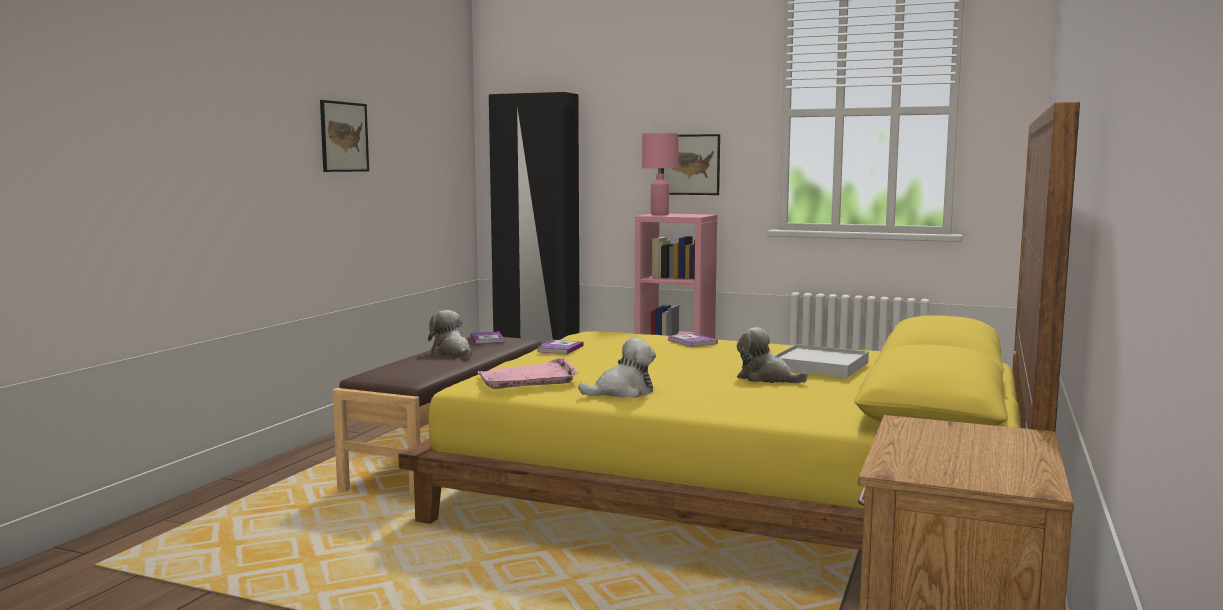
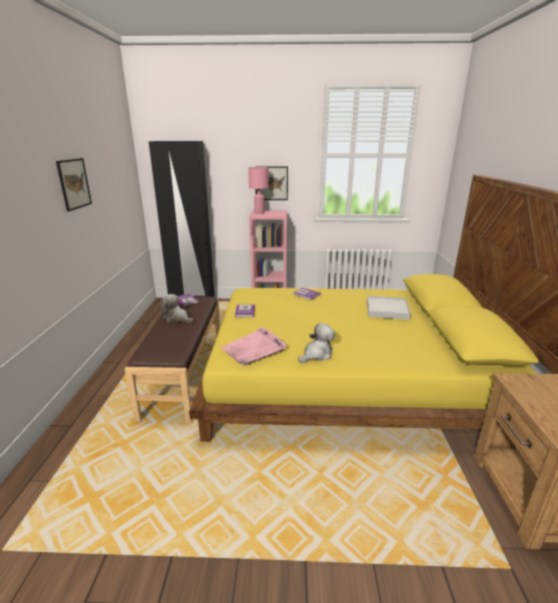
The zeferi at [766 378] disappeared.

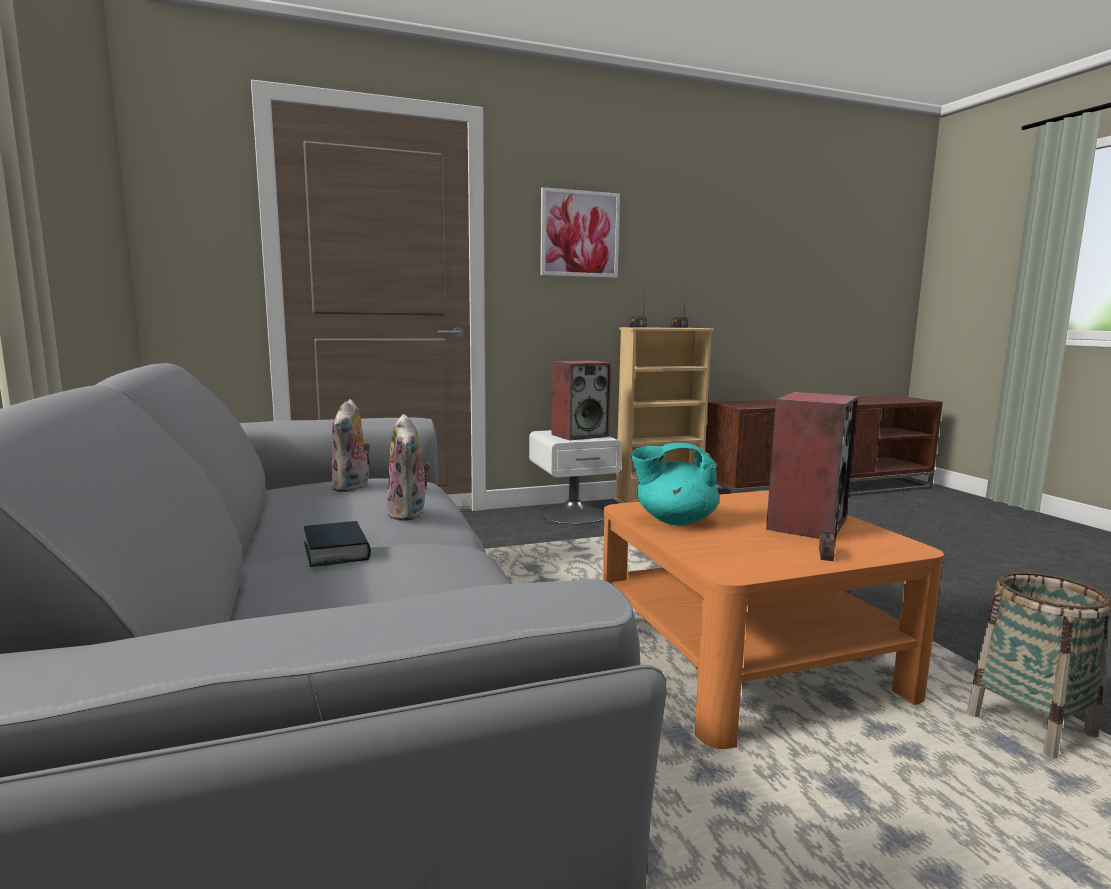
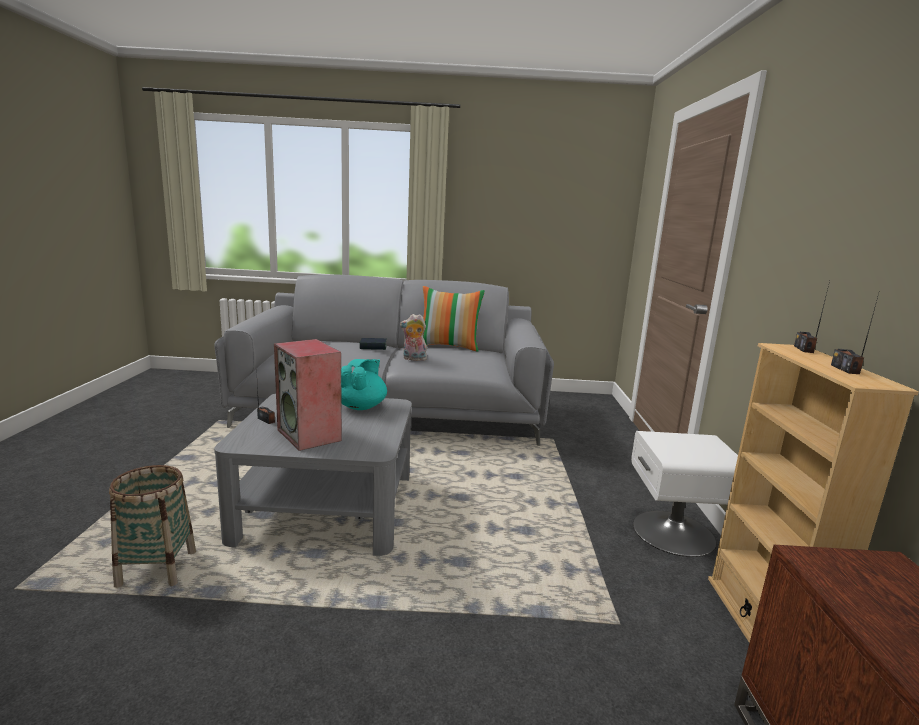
The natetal at [579 234] disappeared.
The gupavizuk at [580 435] disappeared.
The zeferi at [352 487] disappeared.
The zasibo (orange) at [745 660] became the zasibo (grey) at [327 506].
The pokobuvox at [449 346] appeared.

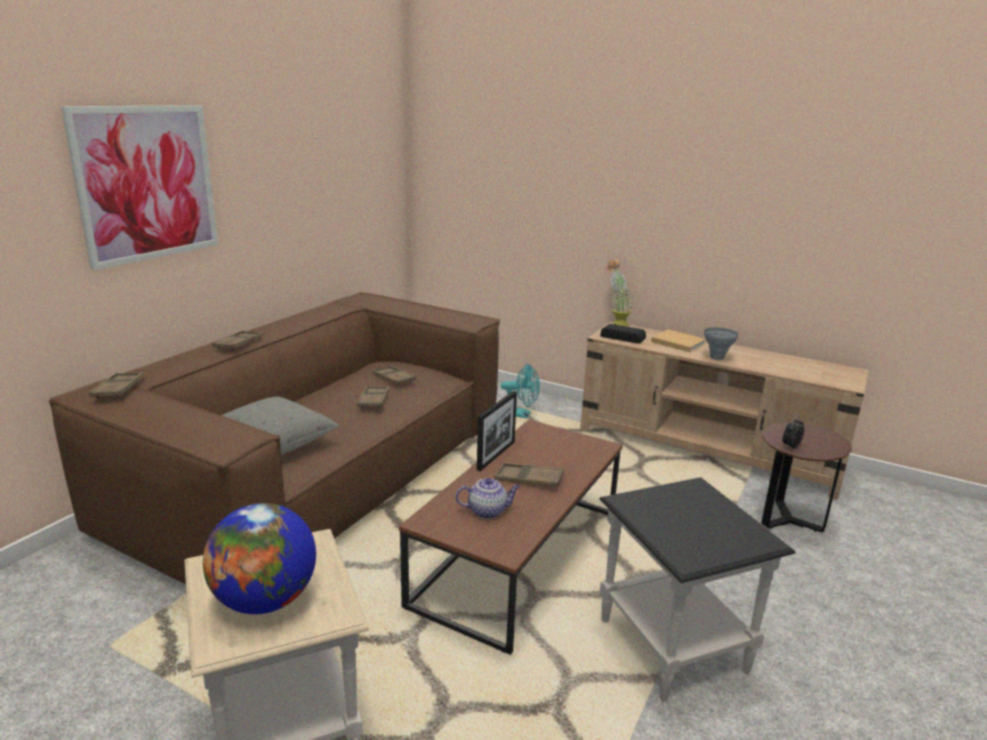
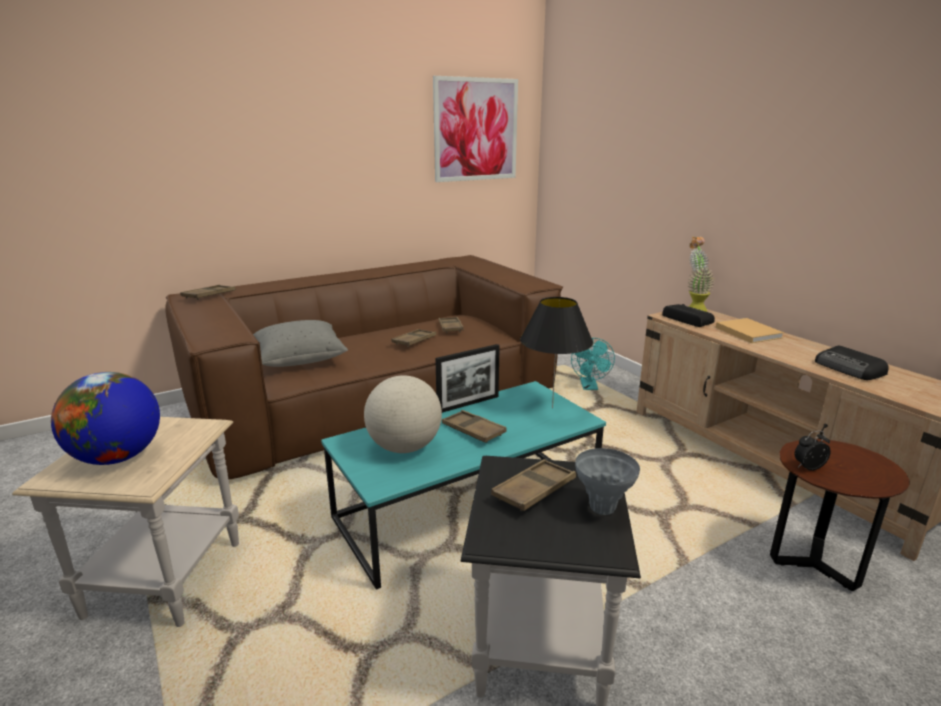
The natetal moved from [147 183] to [476 130].
The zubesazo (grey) moved from [717 358] to [602 508].
The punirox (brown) moved from [239 344] to [534 490].
The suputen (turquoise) at [521 415] turned 45 degrees clockwise.
The zasibo (brown) at [519 558] became the zasibo (turquoise) at [467 509].
The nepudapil at [488 511] was replaced by the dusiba at [405 447].
The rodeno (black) at [552 408] appeared.
The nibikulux at [849 369] appeared.

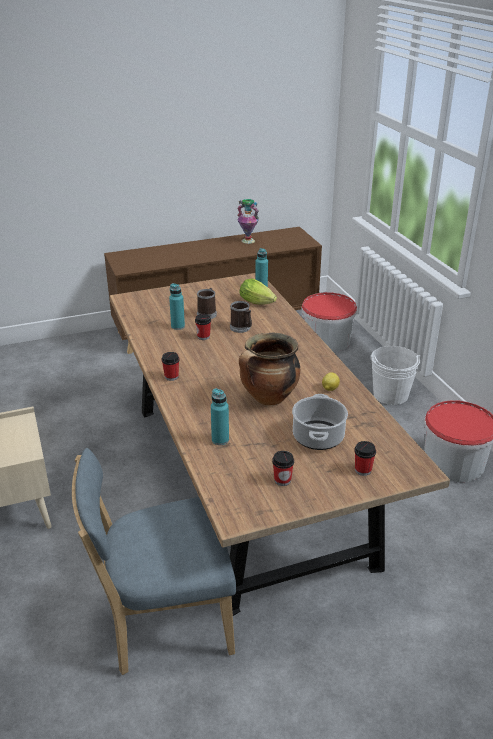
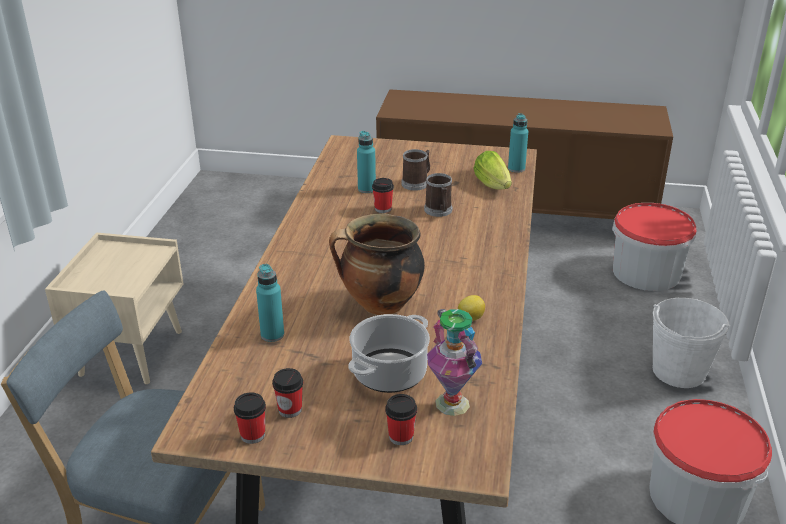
The zubesazo moved from [248 241] to [453 403].
The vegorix moved from [171 377] to [253 435].

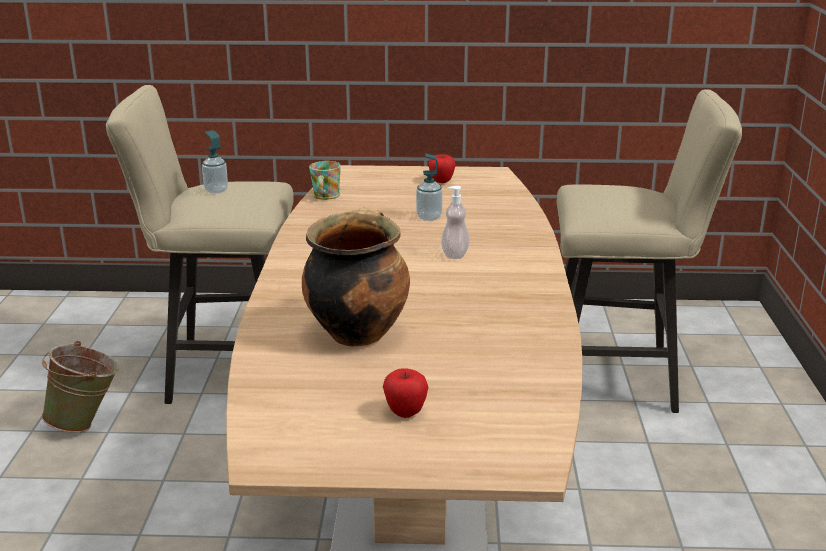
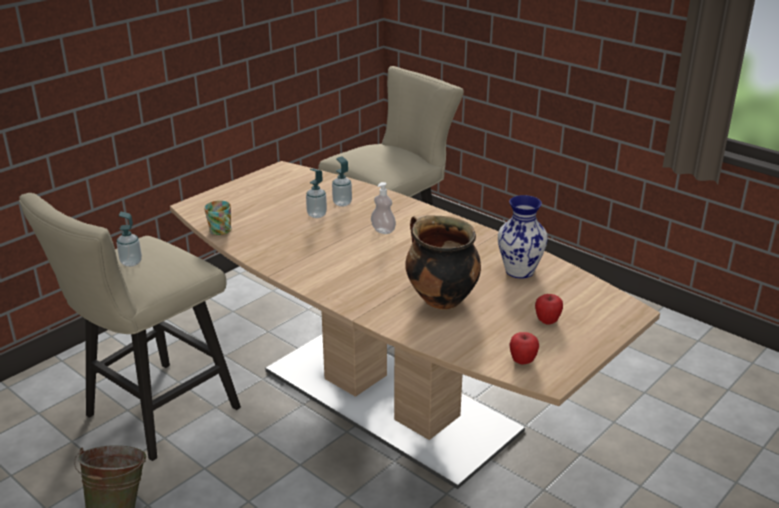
The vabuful moved from [441 182] to [522 361].
The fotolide at [342 203] appeared.
The zubesazo at [519 271] appeared.

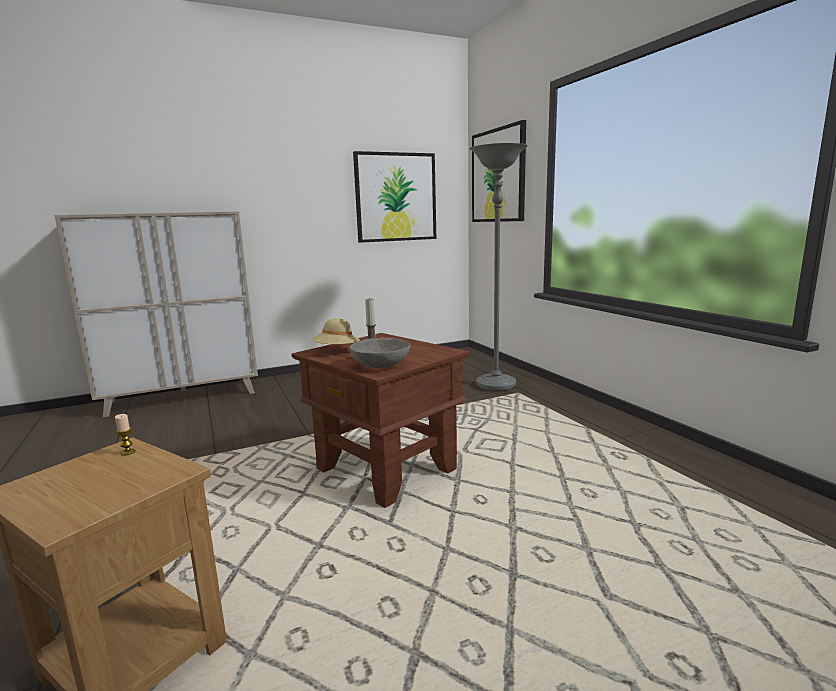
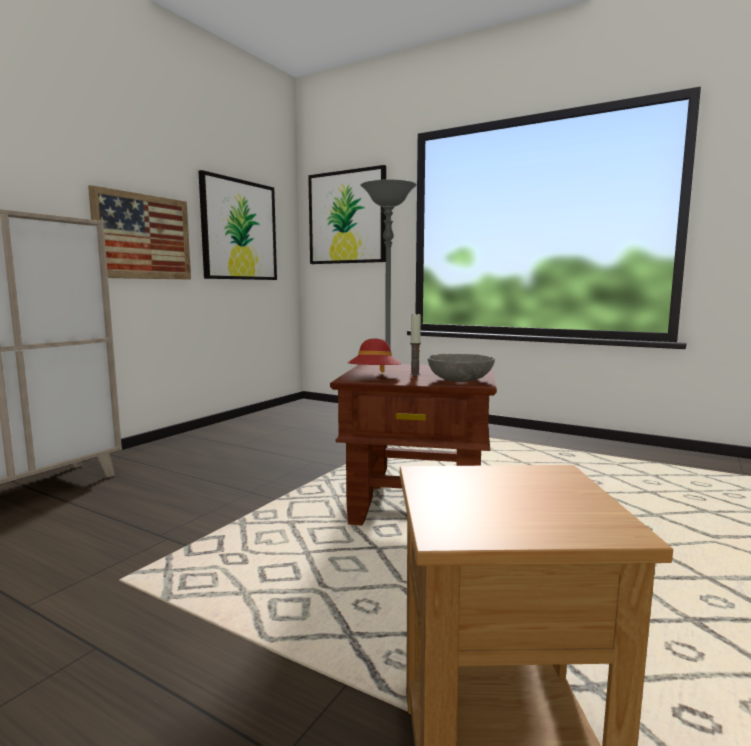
The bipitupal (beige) at [336 351] became the bipitupal (red) at [374 377].
The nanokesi at [128 452] disappeared.
The natetal at [143 237] appeared.

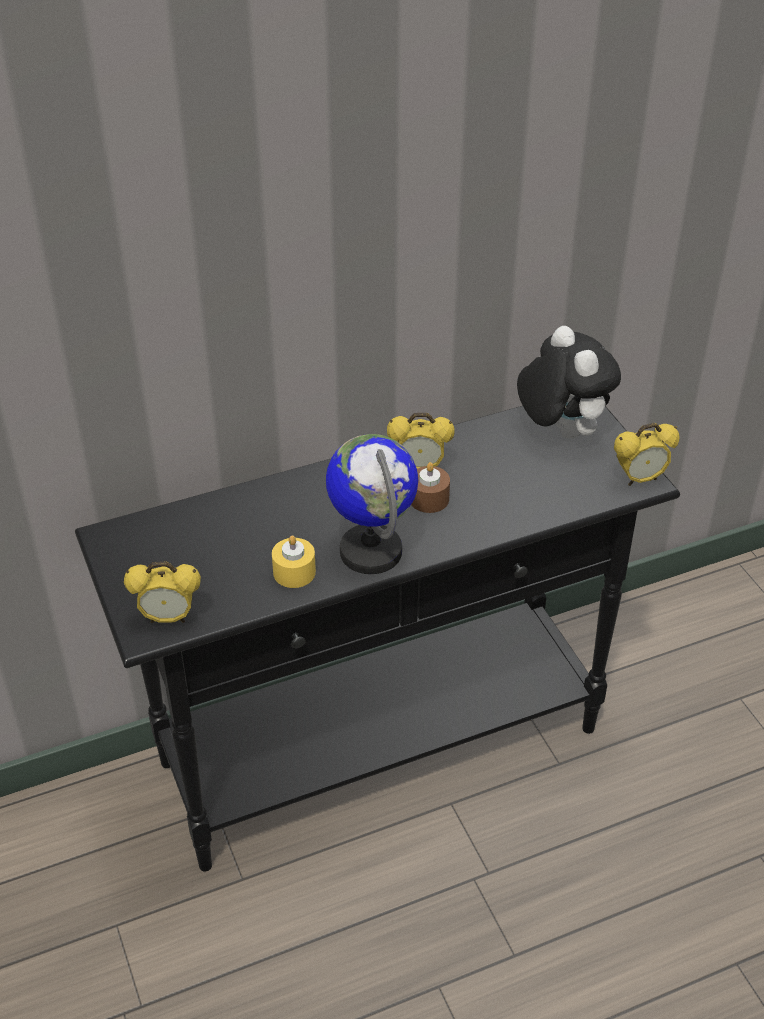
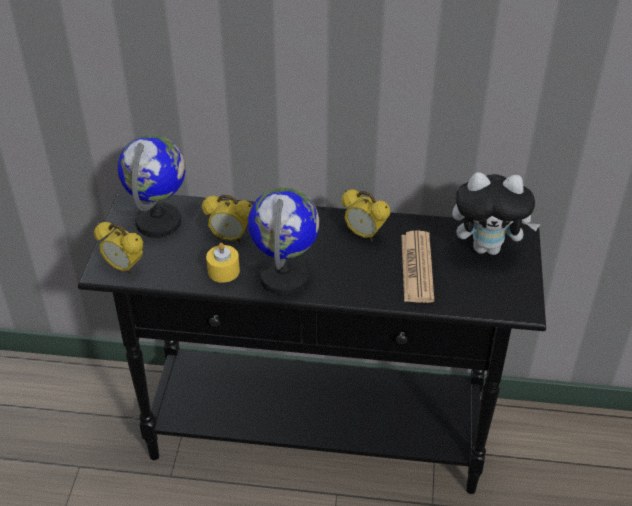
The zeferi at [560 431] turned 90 degrees clockwise.
The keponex moved from [640 479] to [230 238].
The nanokesi (brown) at [429 499] disappeared.
The dusiba at [159 222] appeared.
The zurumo at [417 267] appeared.

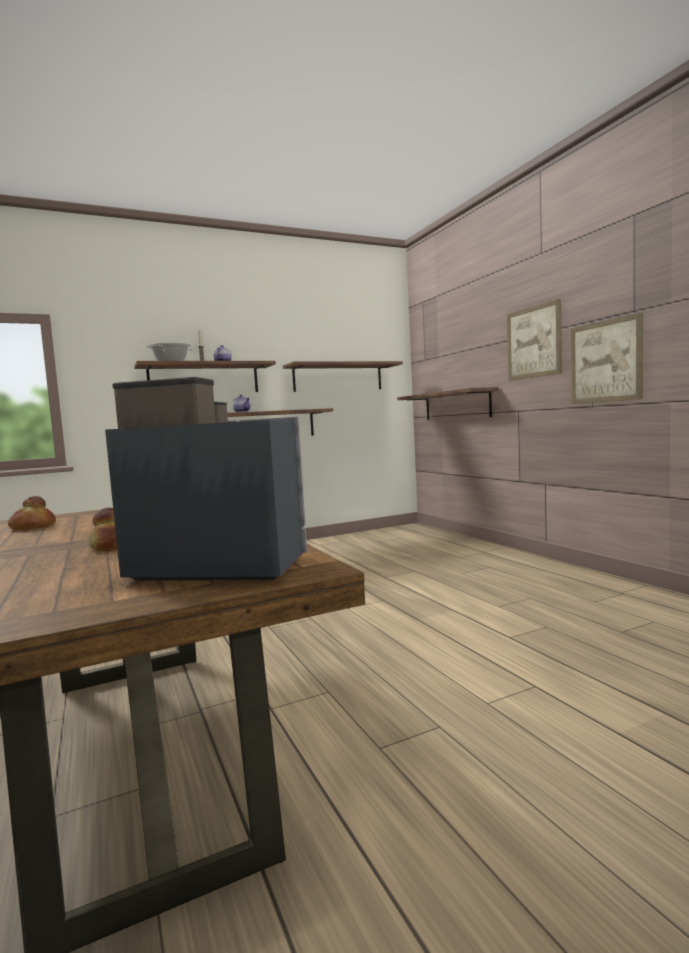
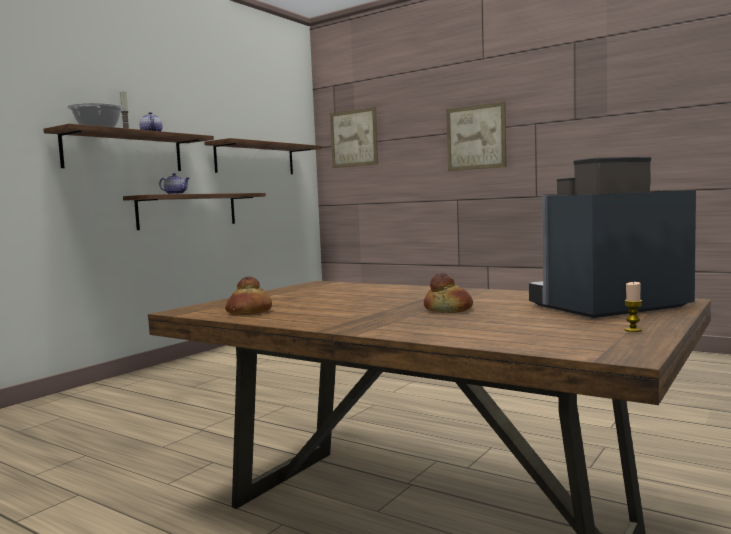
The natetal moved from [605 361] to [354 138].
The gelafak at [456 405] disappeared.
The nanokesi at [633 330] appeared.

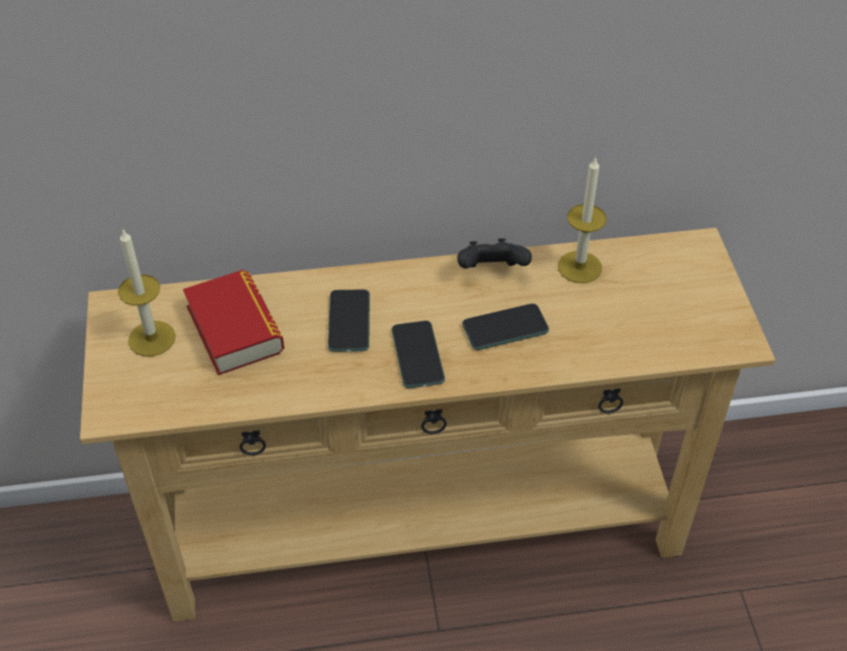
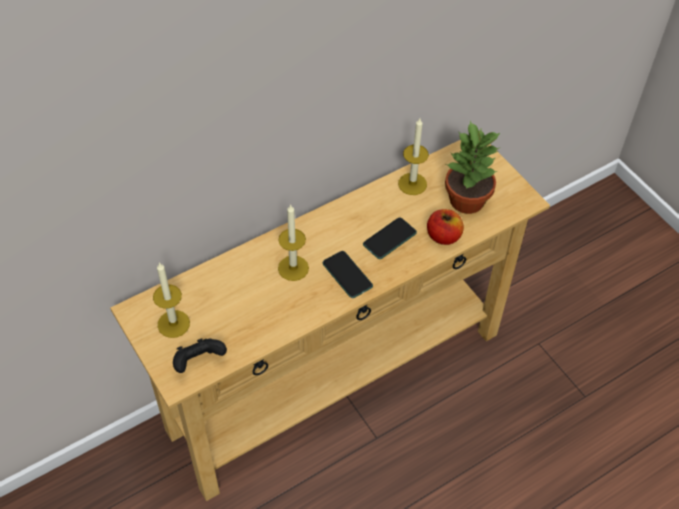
The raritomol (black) moved from [492 272] to [199 362].
The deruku at [235 329] disappeared.
The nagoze at [349 322] was replaced by the nanokesi at [293 268].
The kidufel at [467 201] appeared.
The vabuful at [443 236] appeared.

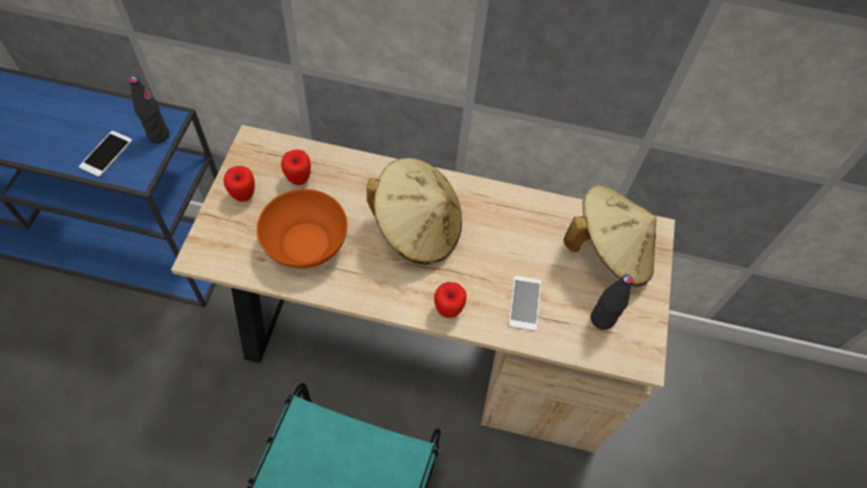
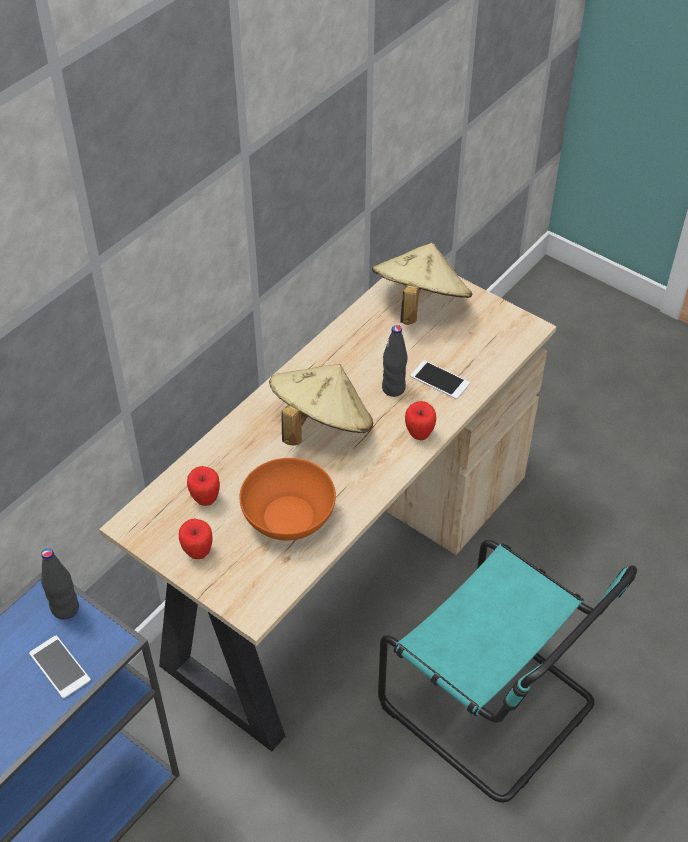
The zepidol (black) moved from [602 319] to [393 388].

